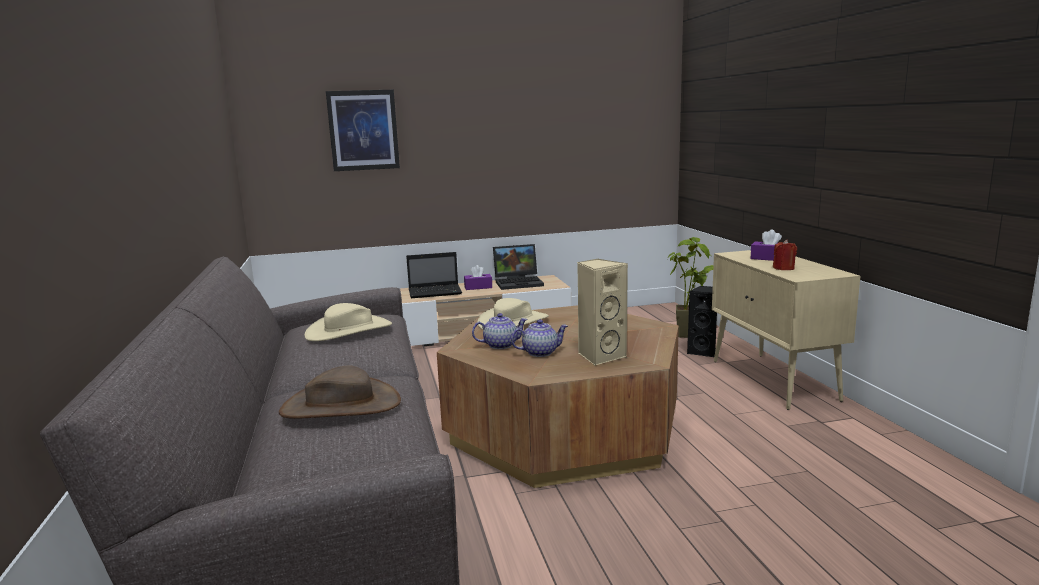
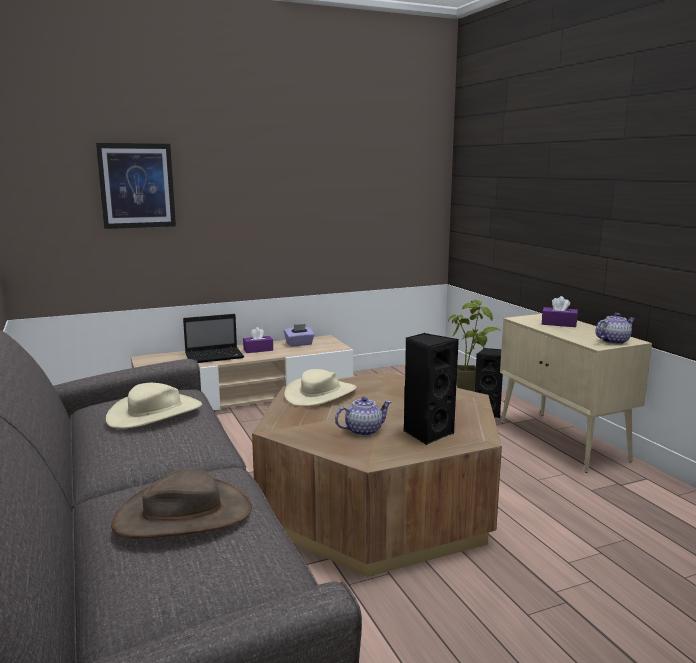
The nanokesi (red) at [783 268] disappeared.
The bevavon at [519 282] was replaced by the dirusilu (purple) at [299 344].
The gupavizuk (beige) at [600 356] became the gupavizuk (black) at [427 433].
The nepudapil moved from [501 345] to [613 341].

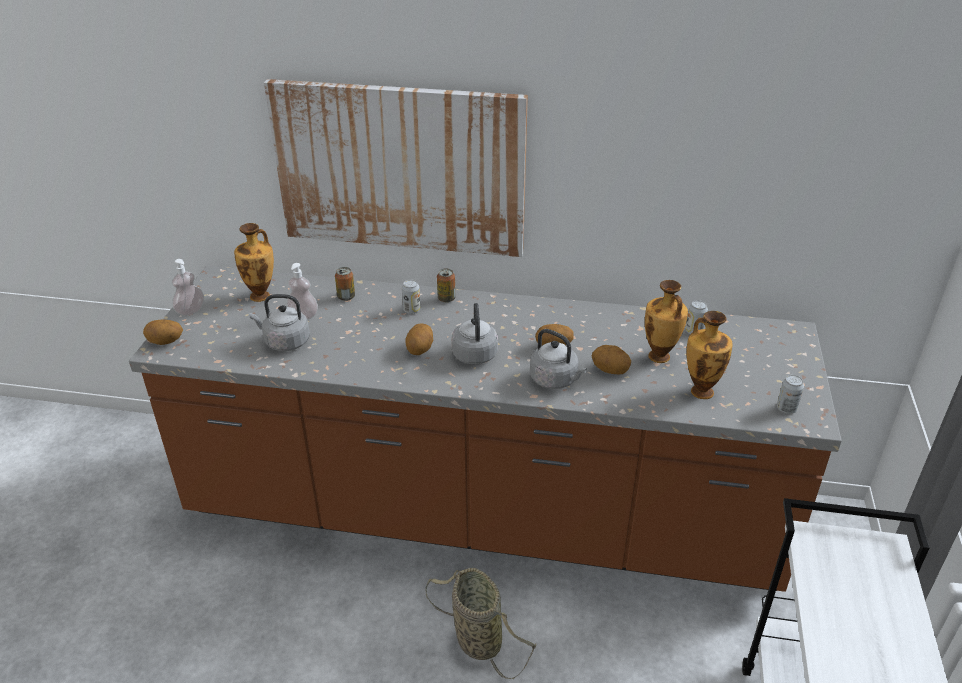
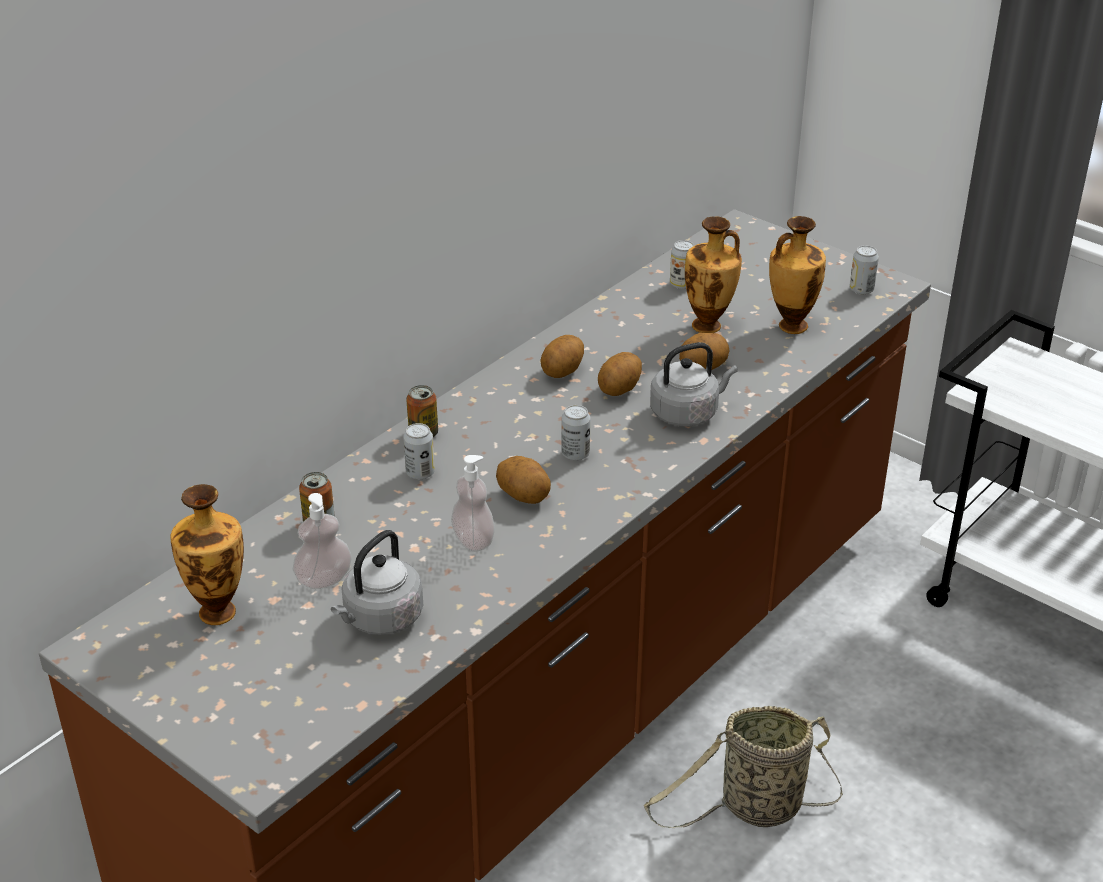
The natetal at [400 169] disappeared.
The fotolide moved from [190 310] to [473 540].
The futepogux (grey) at [474 353] was replaced by the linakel at [575 454].
The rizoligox moved from [165 342] to [563 372].

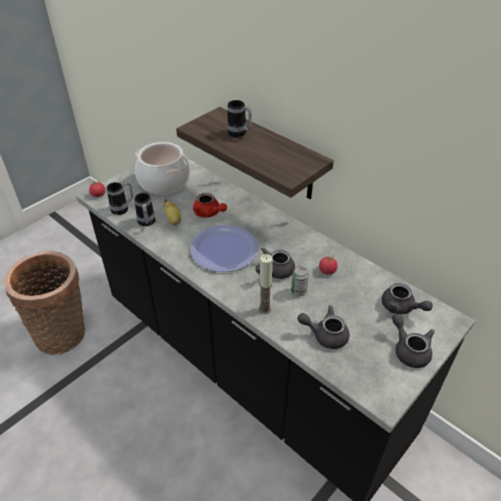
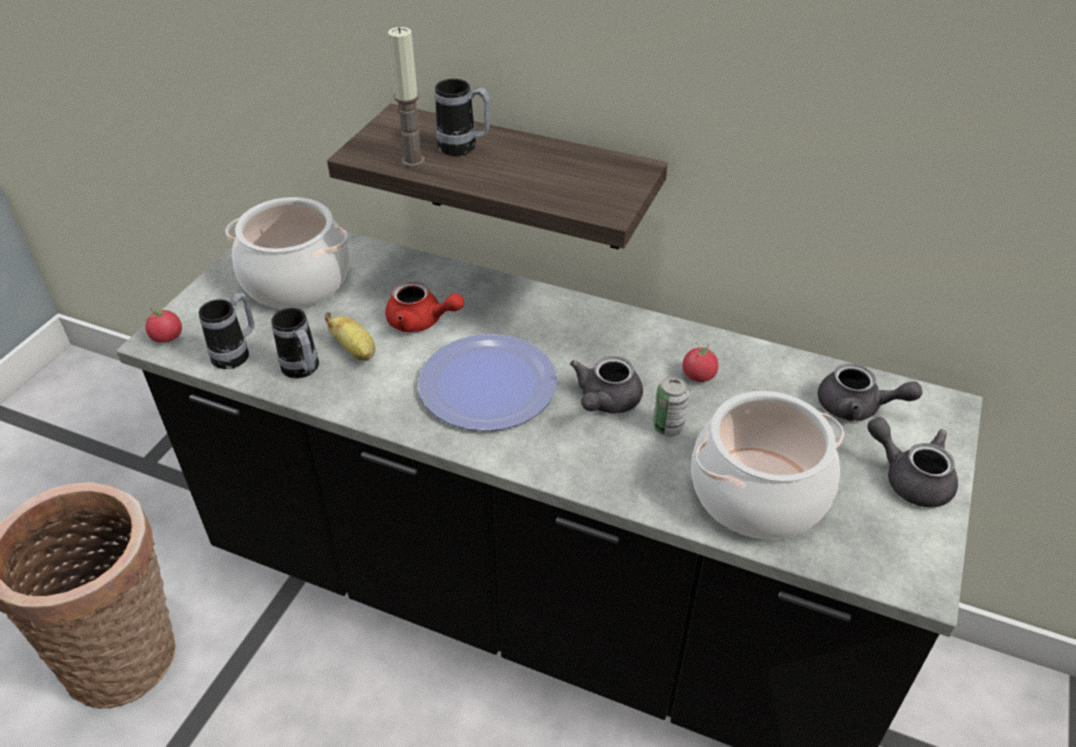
The nanokesi moved from [264 309] to [413 161].
The nepudapil (grey) at [325 335] was replaced by the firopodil at [757 493].

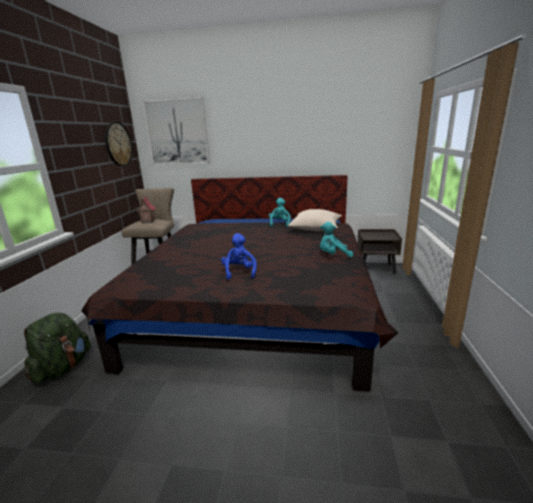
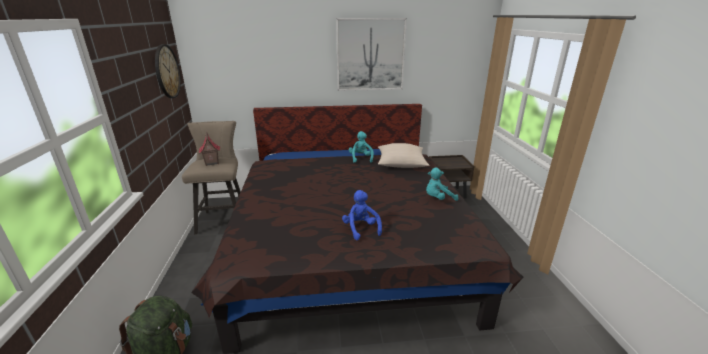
The natetal moved from [177 132] to [370 55].

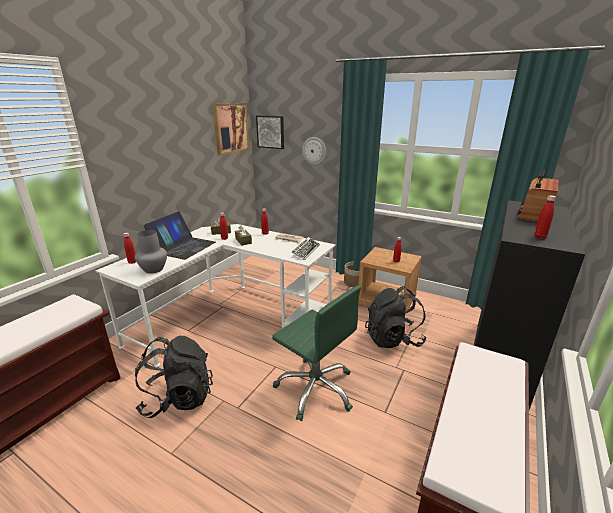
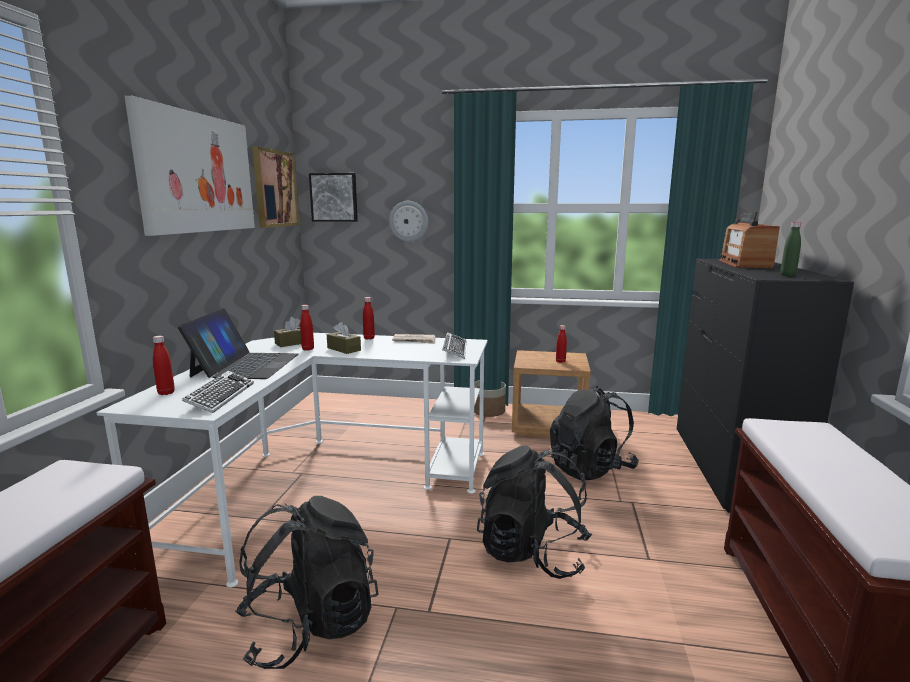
The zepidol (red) at [539 237] became the zepidol (green) at [787 275].
The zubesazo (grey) at [153 269] was replaced by the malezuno at [220 396].
The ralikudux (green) at [315 388] was replaced by the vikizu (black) at [532 553].
The natetal at [198 173] appeared.

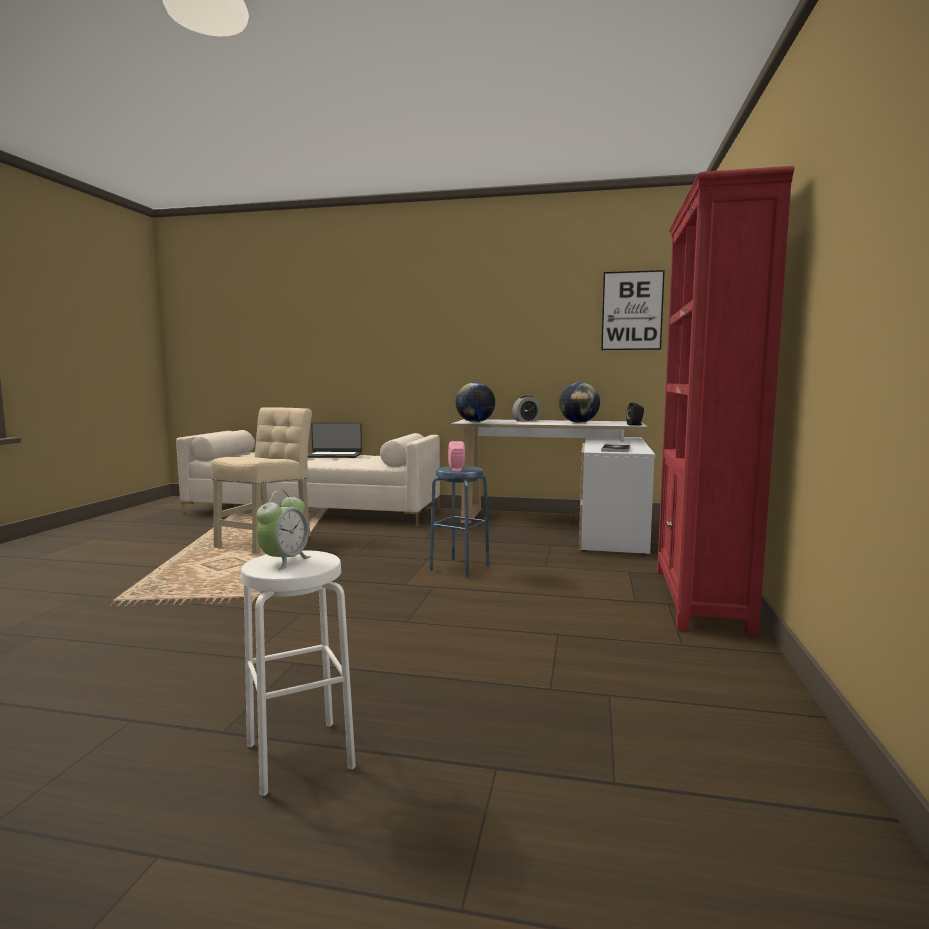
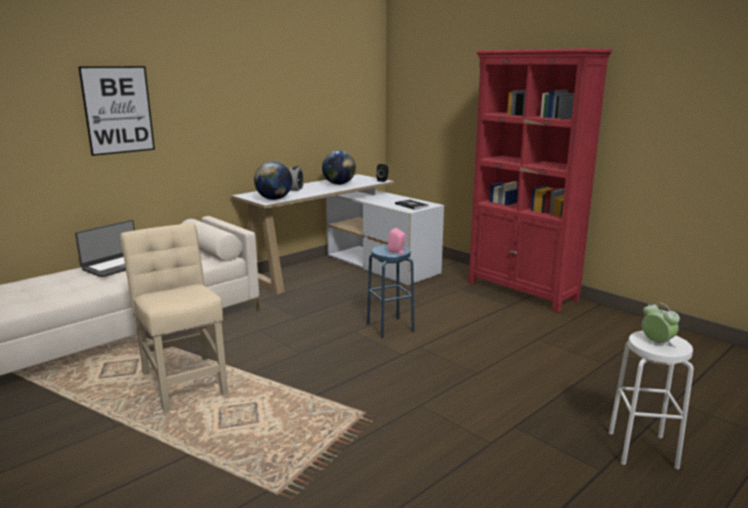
The natetal moved from [632 311] to [118 110].

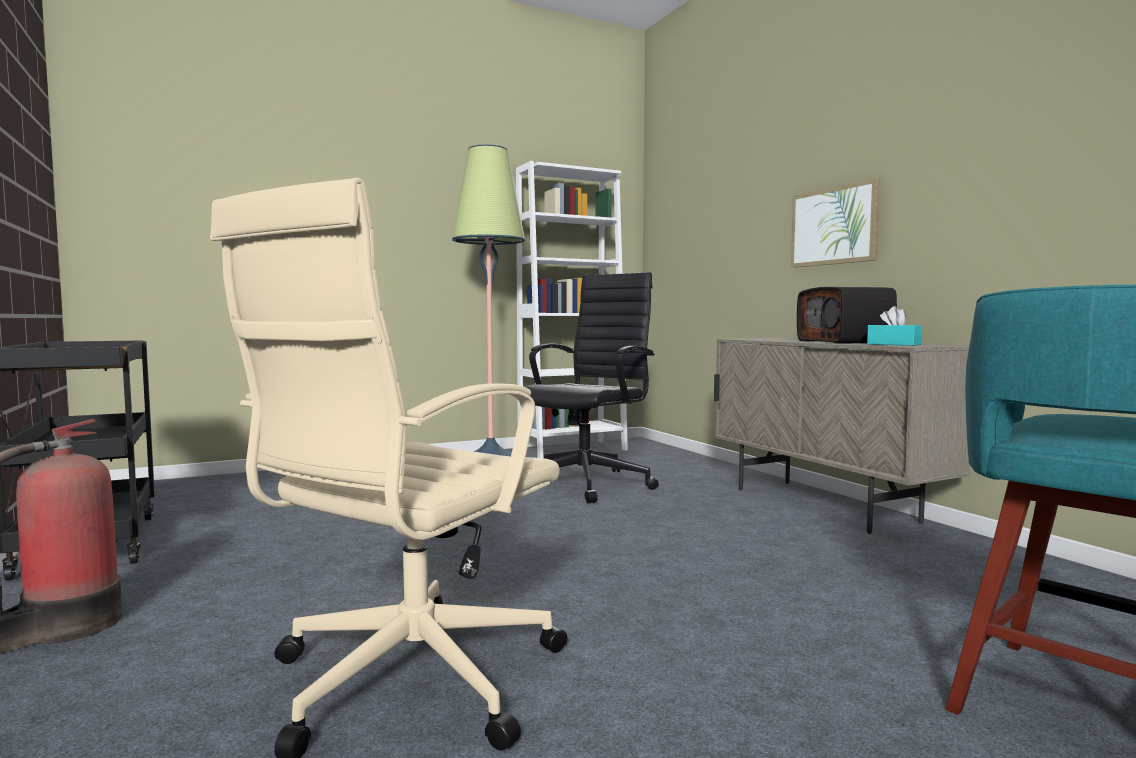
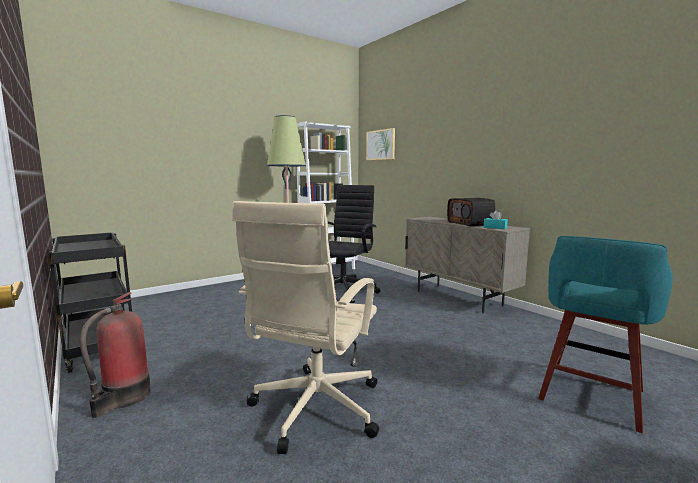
The natetal moved from [834 226] to [380 145].

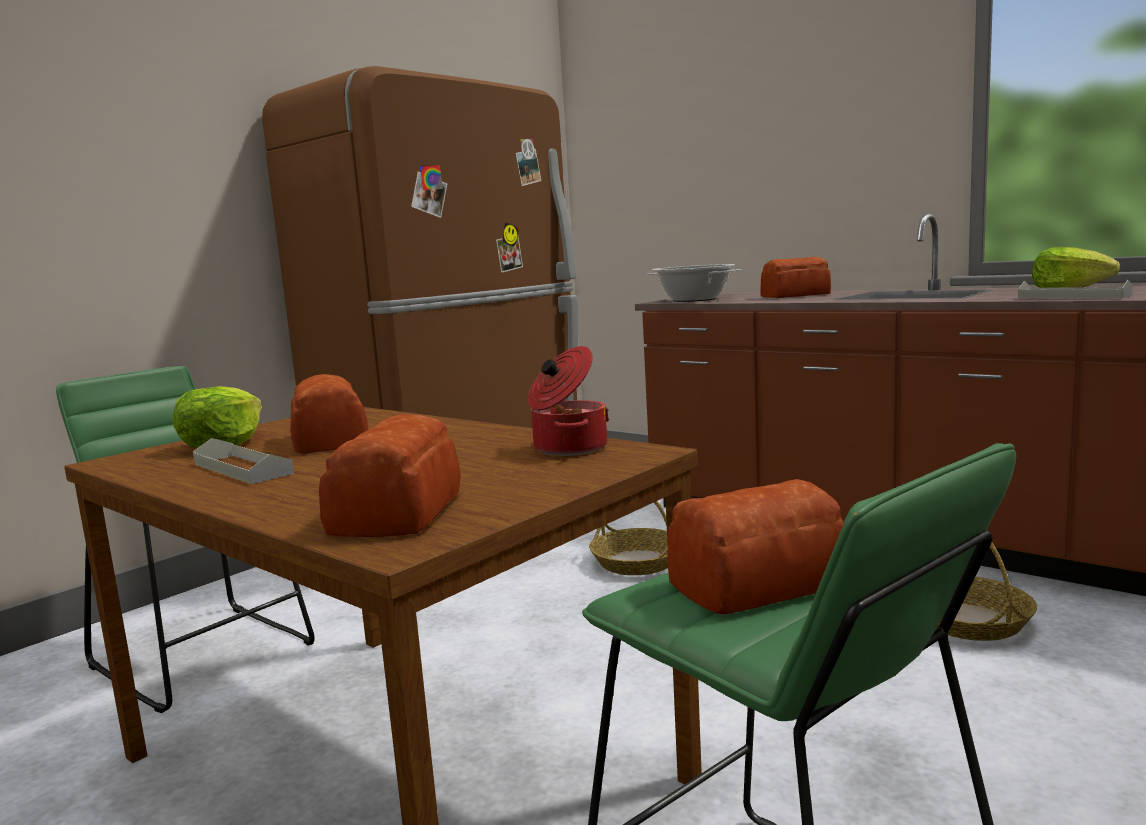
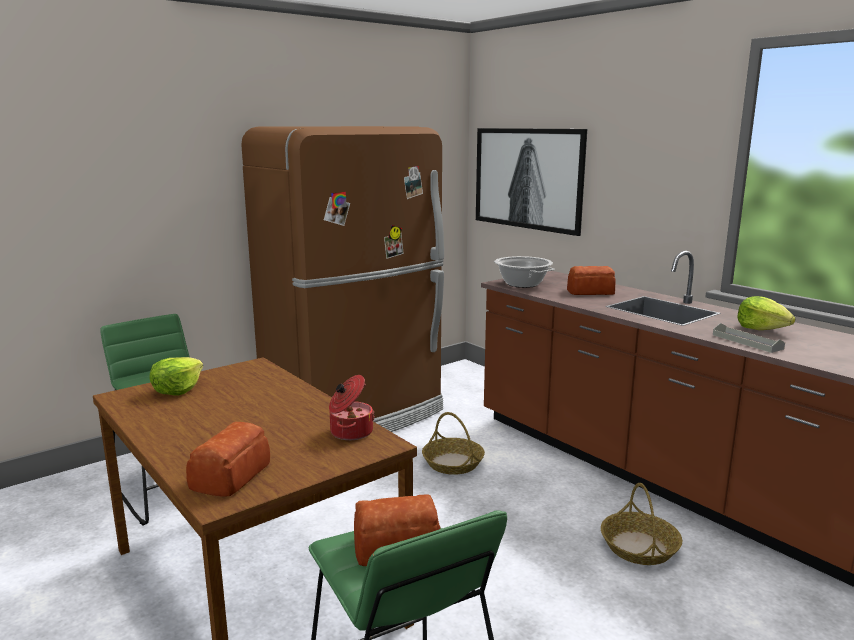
The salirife at [328 441] disappeared.
The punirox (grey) at [242 468] disappeared.
The natetal at [527 178] appeared.

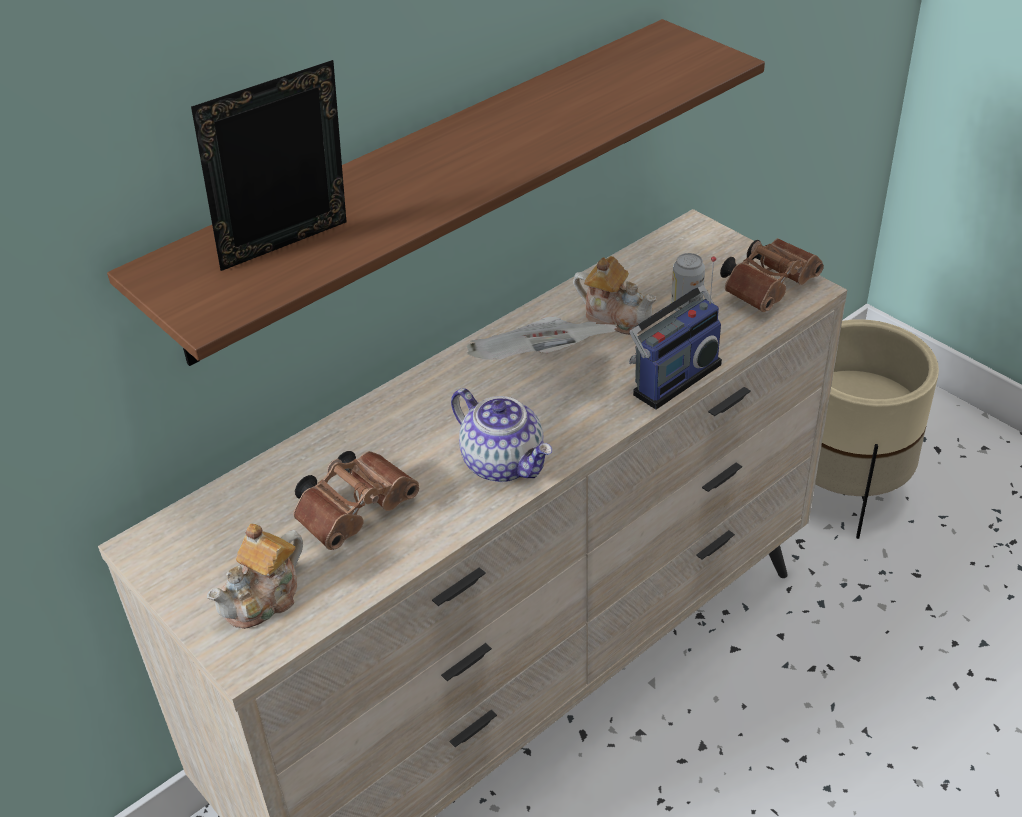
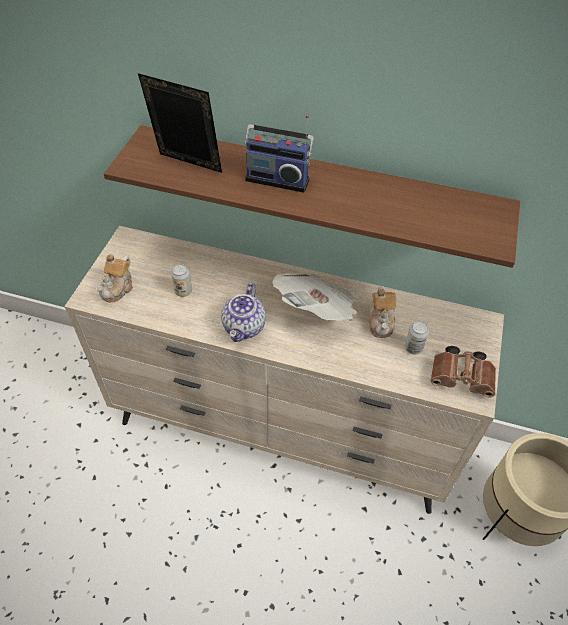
The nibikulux moved from [672 377] to [278 178].
The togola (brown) at [357 510] was replaced by the linakel at [183 291].
The nepudapil at [264 598] turned 75 degrees counterclockwise.

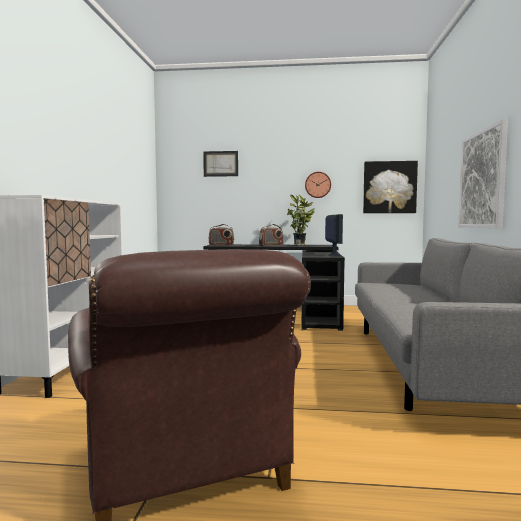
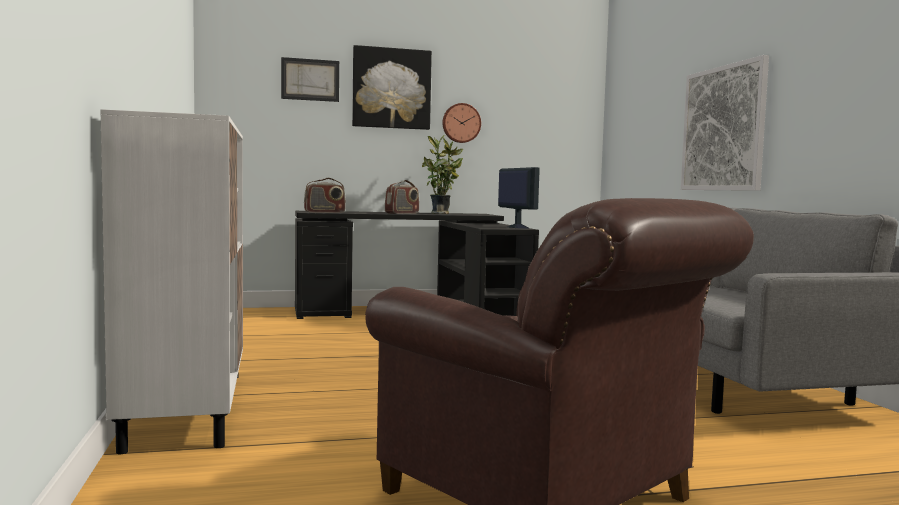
The natetal moved from [389 187] to [391 88].

